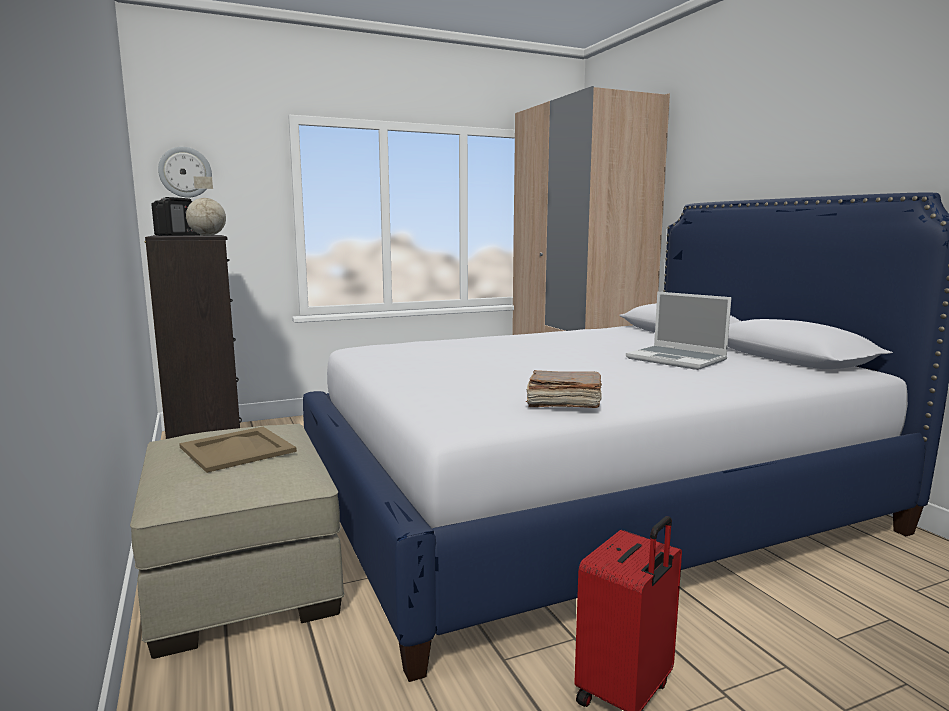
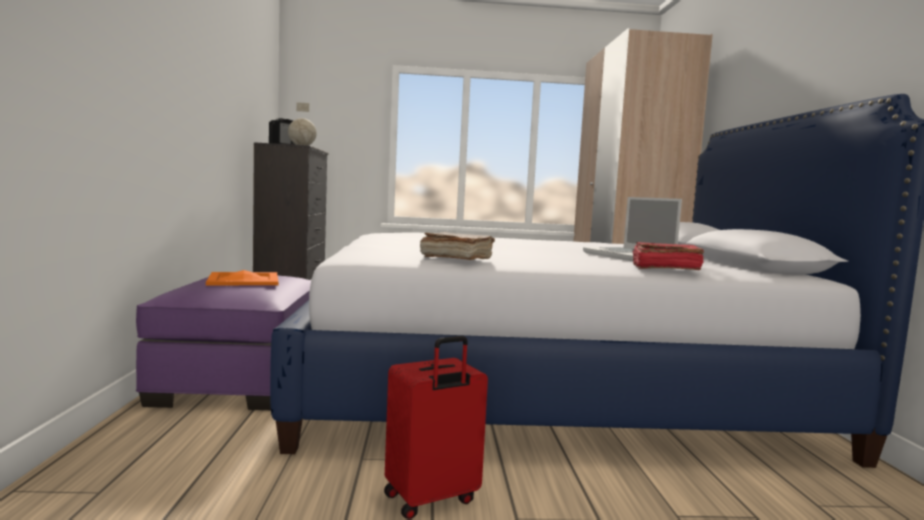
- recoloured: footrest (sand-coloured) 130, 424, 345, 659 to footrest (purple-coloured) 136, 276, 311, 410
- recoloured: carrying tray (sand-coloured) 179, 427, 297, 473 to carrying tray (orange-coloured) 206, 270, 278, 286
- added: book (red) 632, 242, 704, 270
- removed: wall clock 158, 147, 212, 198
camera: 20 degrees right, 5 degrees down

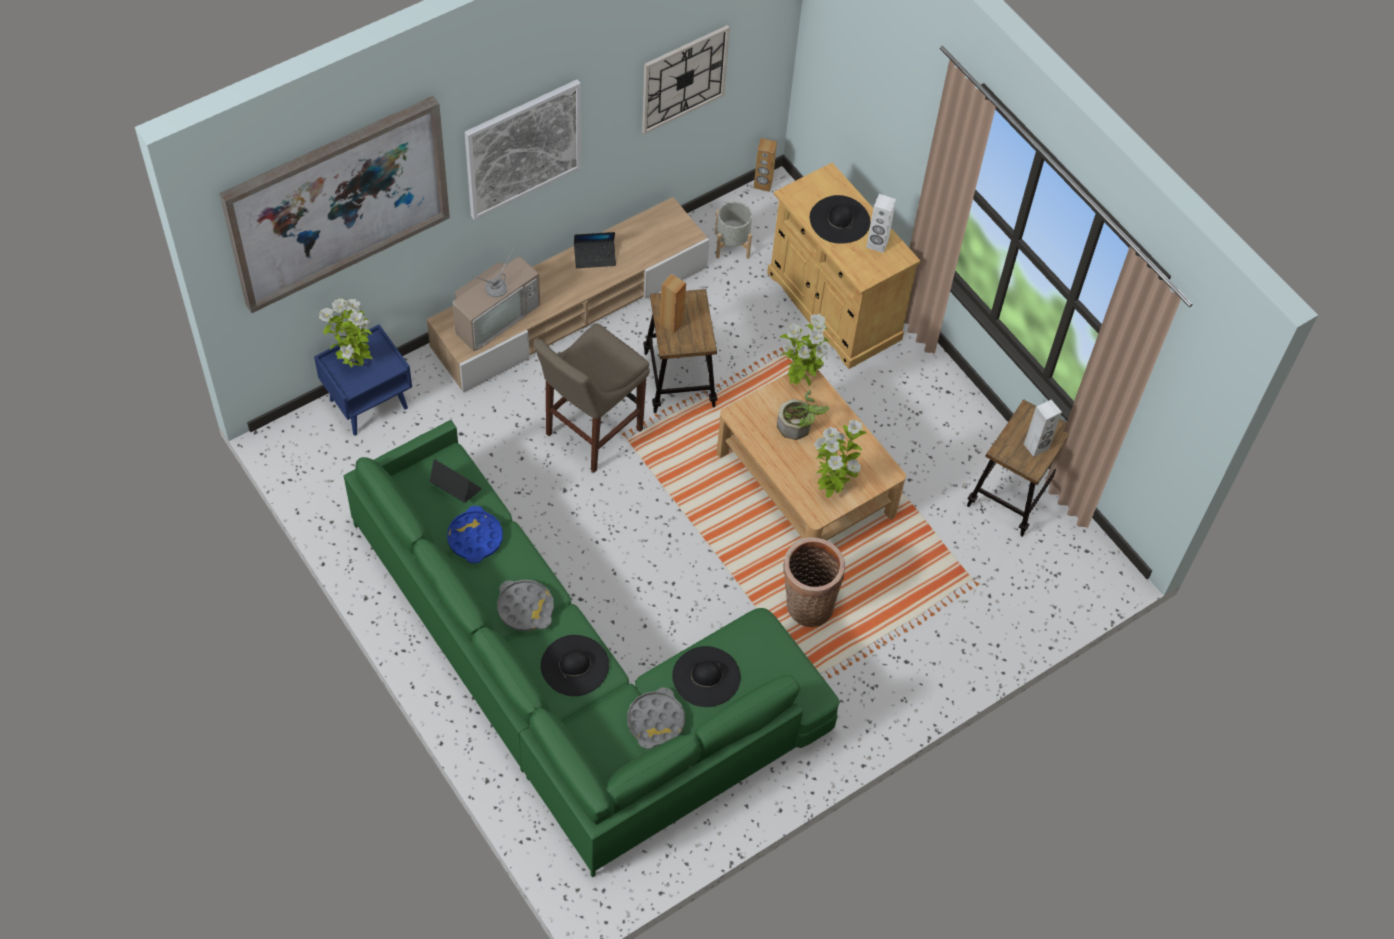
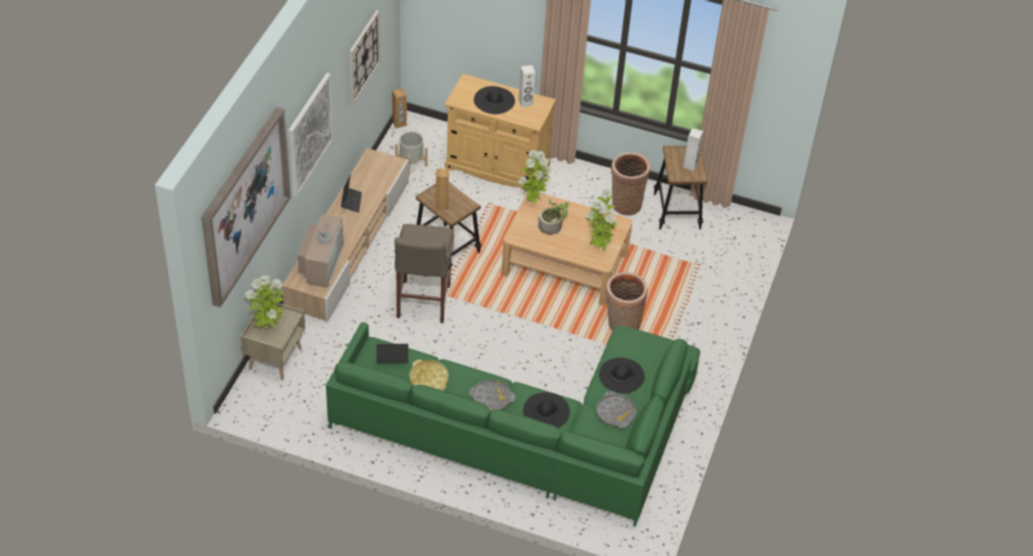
- recoloured: bedside table (blue-coloured) 314, 324, 412, 435 to bedside table (sand-coloured) 240, 300, 305, 380
- turned: portable computer 574, 232, 616, 268 = 341, 175, 362, 213 45 degrees counterclockwise
- recoloured: carrying tray (blue-coloured) 447, 506, 503, 563 to carrying tray (yellowish) 409, 360, 449, 390
- added: storage basket 611, 152, 650, 216
camera: 35 degrees left, 10 degrees down

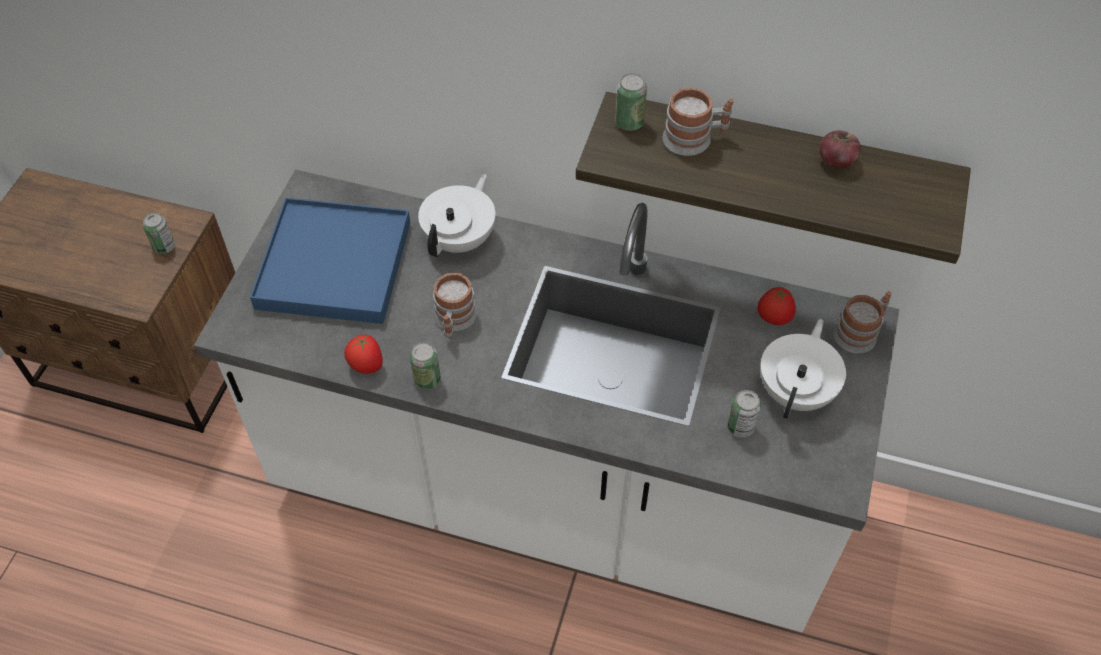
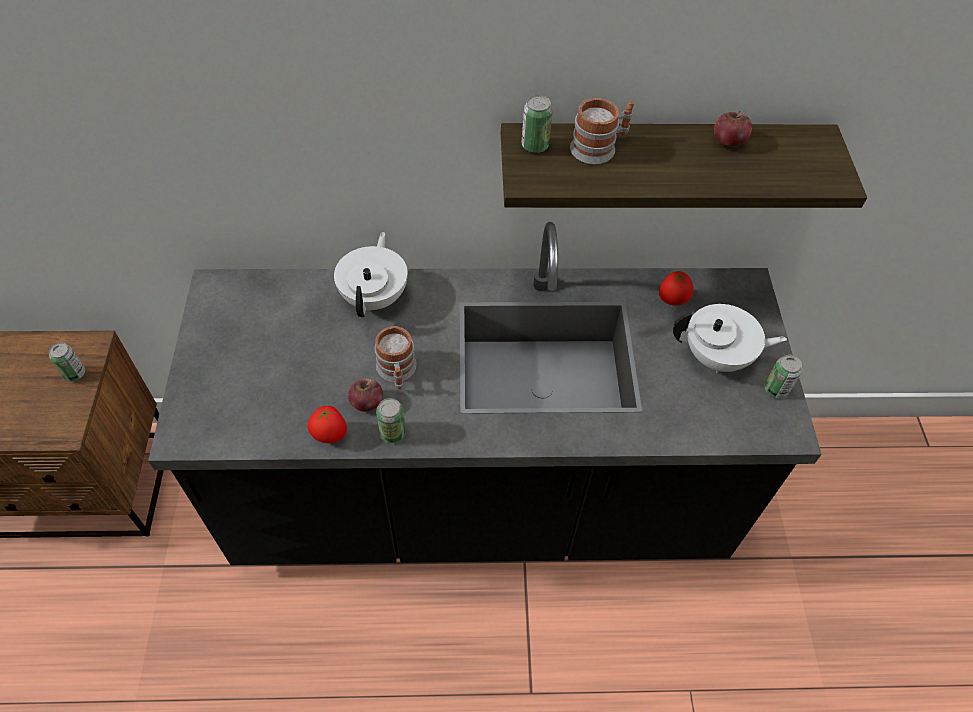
- recoloured: counter (white-coloured) 194, 169, 900, 632 to counter (black) 148, 222, 822, 565
- added: apple fruit 348, 378, 383, 412
- turned: teapot (white-coloured) 760, 319, 846, 419 = 673, 304, 787, 373 90 degrees clockwise
- moved: can 727, 390, 761, 438 to 764, 355, 802, 399
- removed: carrying tray (blue-coloured) 250, 197, 410, 324
- removed: mug 834, 291, 892, 353
camera: 20 degrees left, 0 degrees up

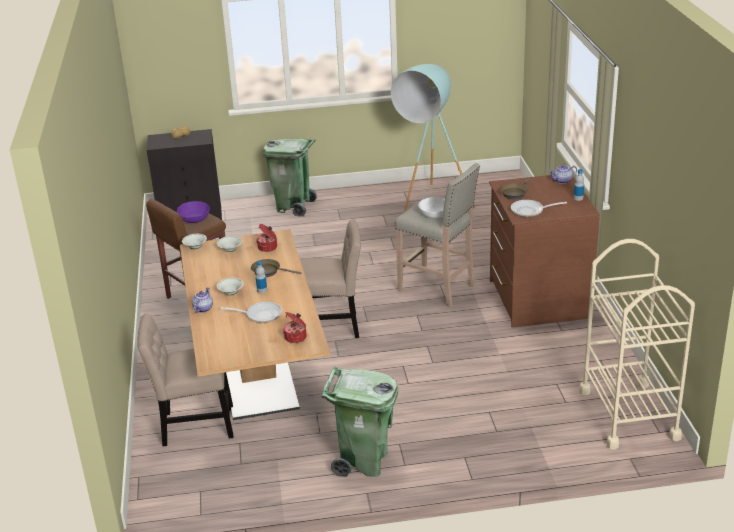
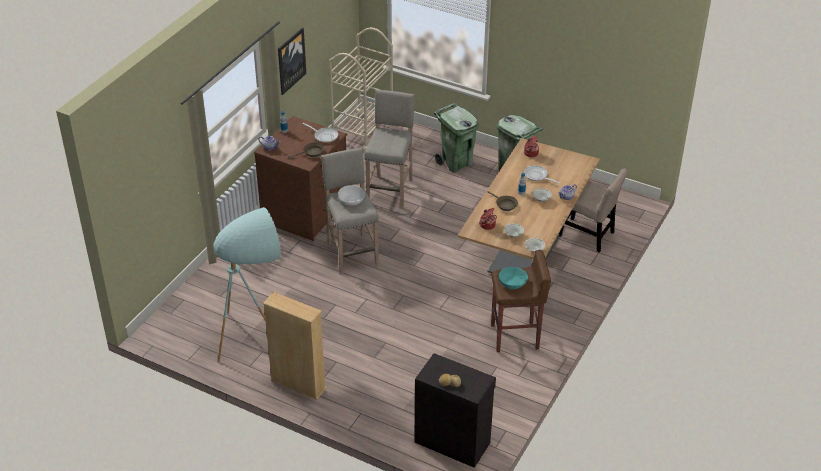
- added: shelving unit (sand-coloured) 263, 292, 327, 400
- added: picture 278, 28, 306, 95
- added: sitting stool (sand-coloured) 364, 89, 415, 208
- moved: rubbish bin (greenish) 263, 139, 317, 217 to 434, 103, 478, 173
- recoloured: bowl (purple-coloured) 177, 201, 210, 223 to bowl (turquoise-coloured) 499, 267, 528, 289
- removed: chair (sand-coloured) 300, 219, 361, 338
camera: 145 degrees left, 10 degrees up

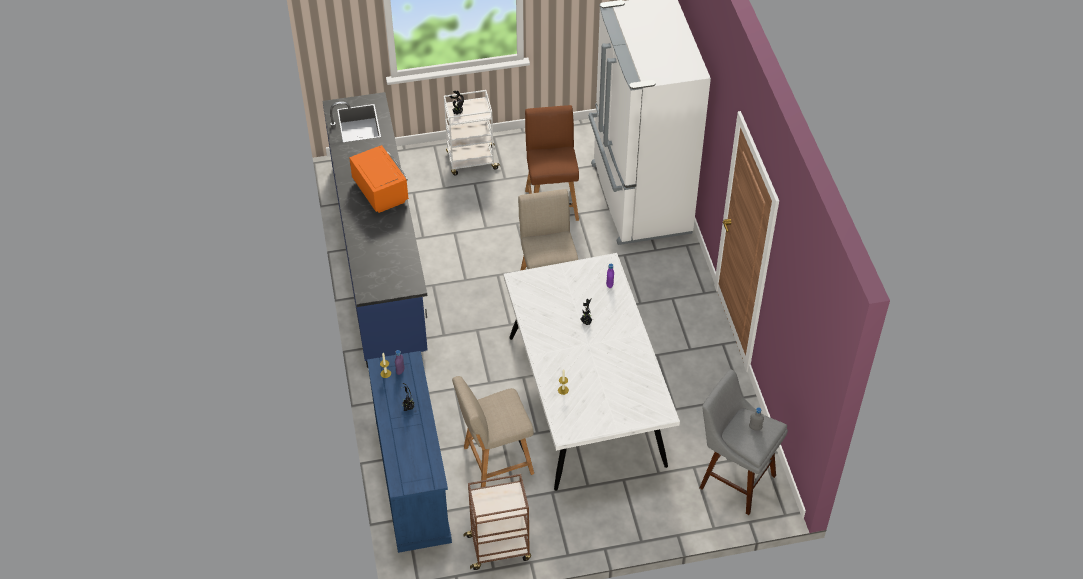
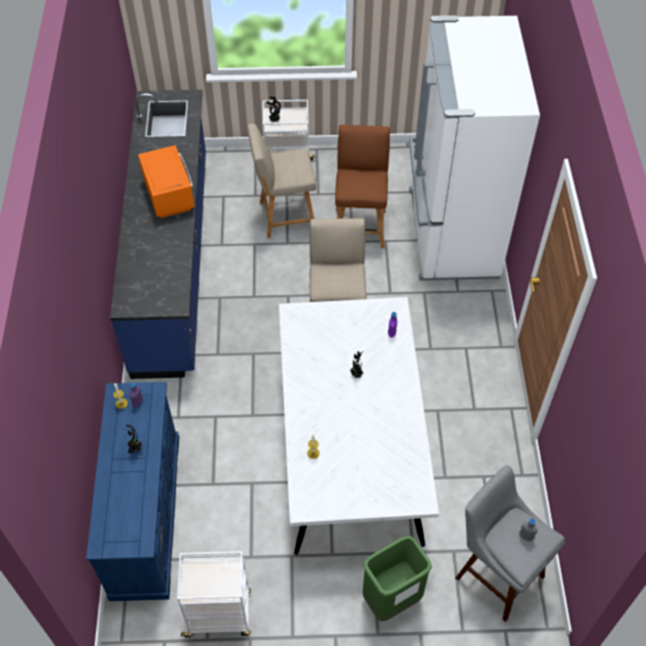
- recoloured: trolley (brown) 463, 474, 531, 570 to trolley (white-coloured) 177, 551, 251, 638
- moved: chair (sand-coloured) 452, 376, 534, 487 to 247, 124, 316, 238
- added: rubbish bin (greenish) 362, 536, 432, 621
camera: 10 degrees right, 5 degrees up

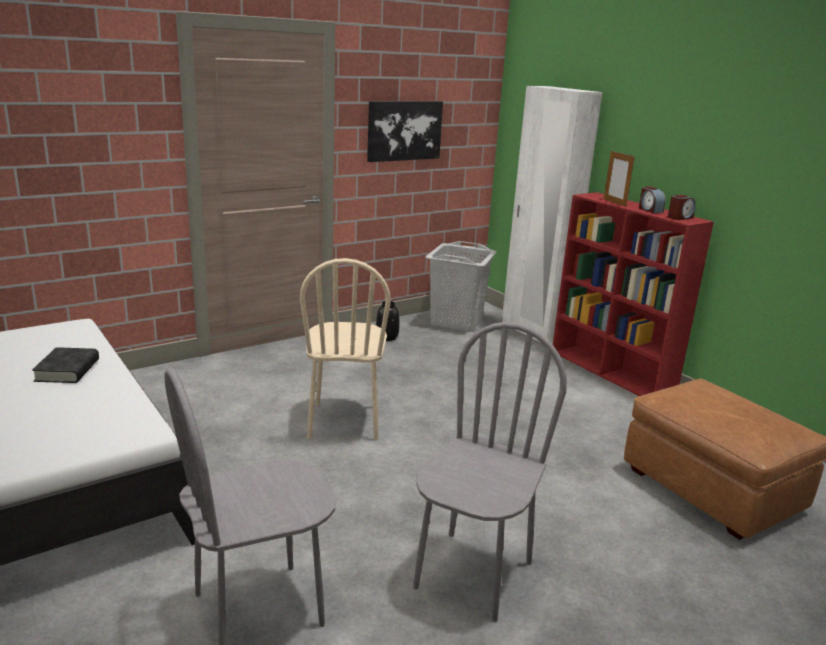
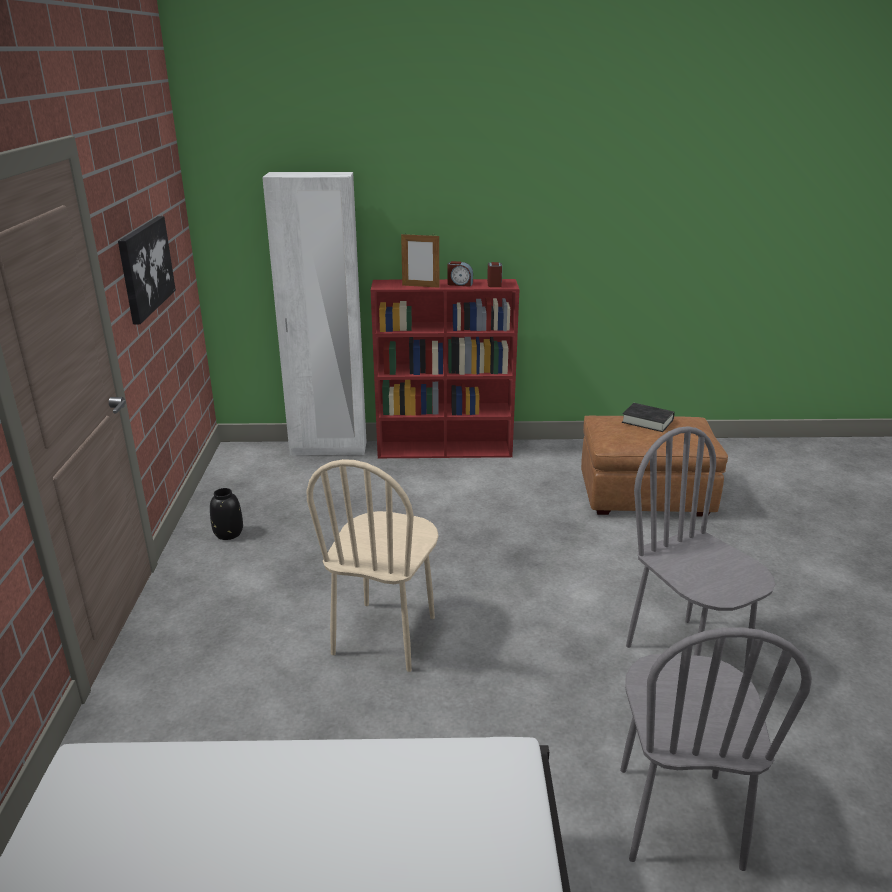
- turned: chair (sand-coloured) 300, 258, 391, 440 = 307, 459, 439, 672 75 degrees clockwise
- moved: book (black) 32, 347, 99, 383 to 622, 403, 675, 432
- removed: hamper (greyish) 426, 241, 497, 332
camera: 55 degrees left, 5 degrees up

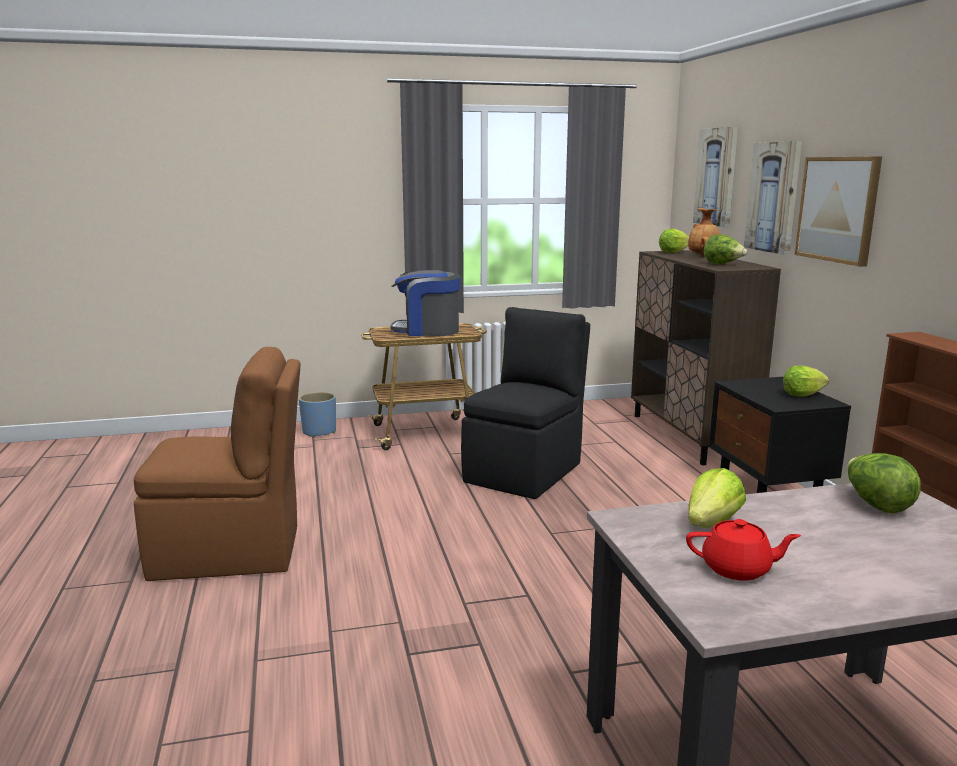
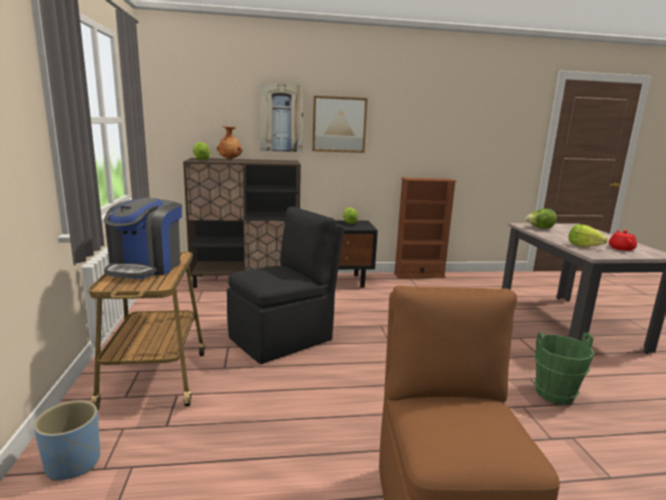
- turned: chair (black) 461, 307, 590, 499 = 227, 207, 345, 364 105 degrees clockwise
- added: water bucket (greenish) 534, 332, 595, 405
- removed: picture 693, 126, 738, 227
- removed: lettuce 704, 235, 747, 264
camera: 85 degrees left, 0 degrees up

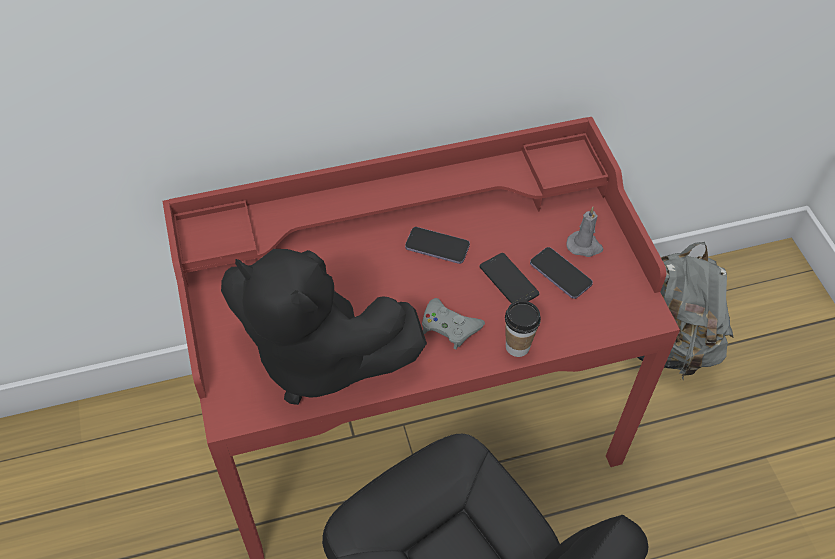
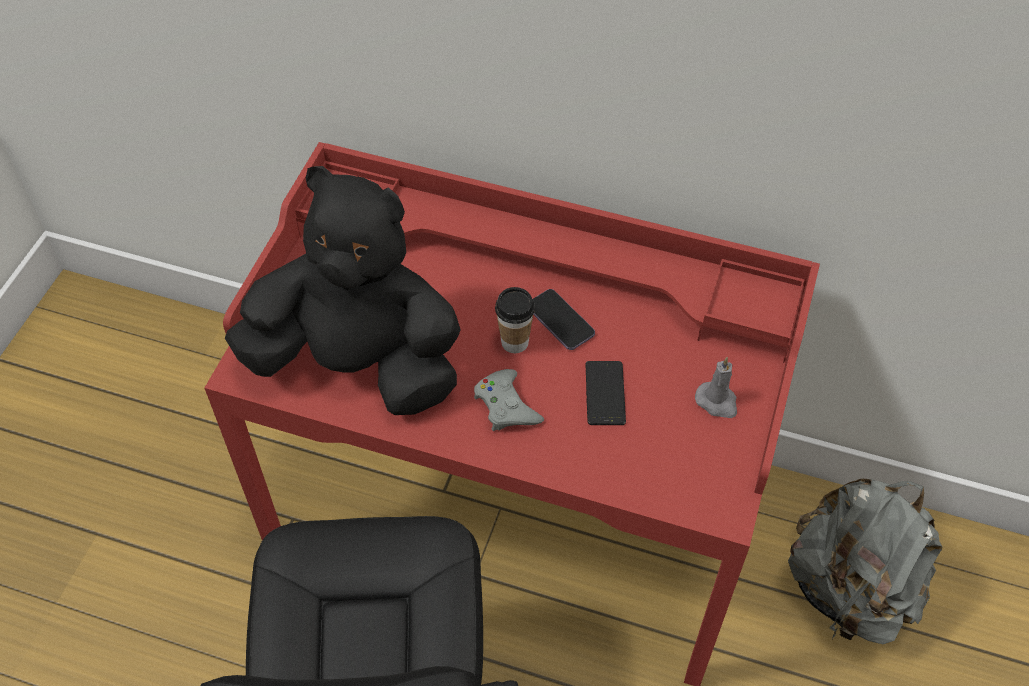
- turned: plush toy (black) 221, 249, 427, 405 = 225, 166, 461, 415 135 degrees clockwise
- moved: cup 505, 300, 541, 357 to 495, 287, 535, 353
- removed: phone 530, 247, 593, 299
camera: 35 degrees right, 0 degrees up

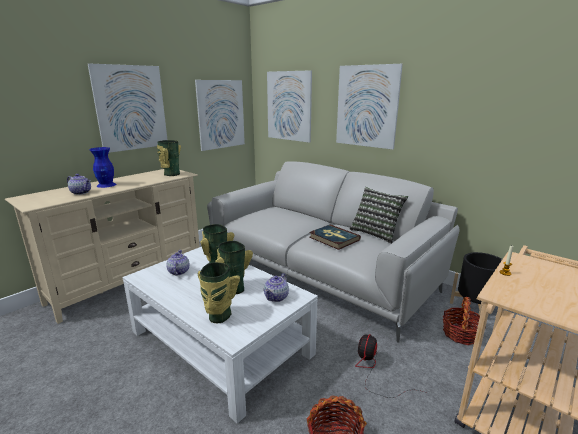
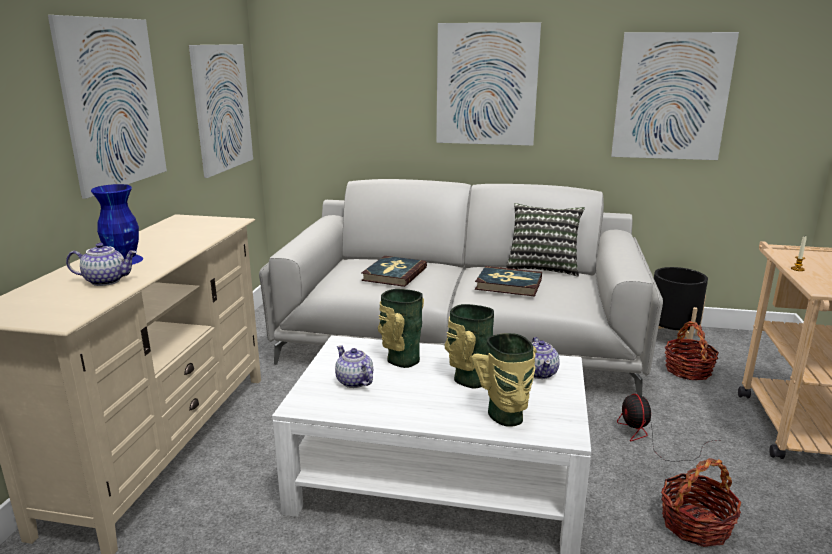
- added: book 361, 256, 427, 287
- moved: picture 267, 70, 312, 143 to 611, 32, 739, 160
- removed: decorative vase 157, 140, 181, 176
camera: 30 degrees left, 0 degrees up

